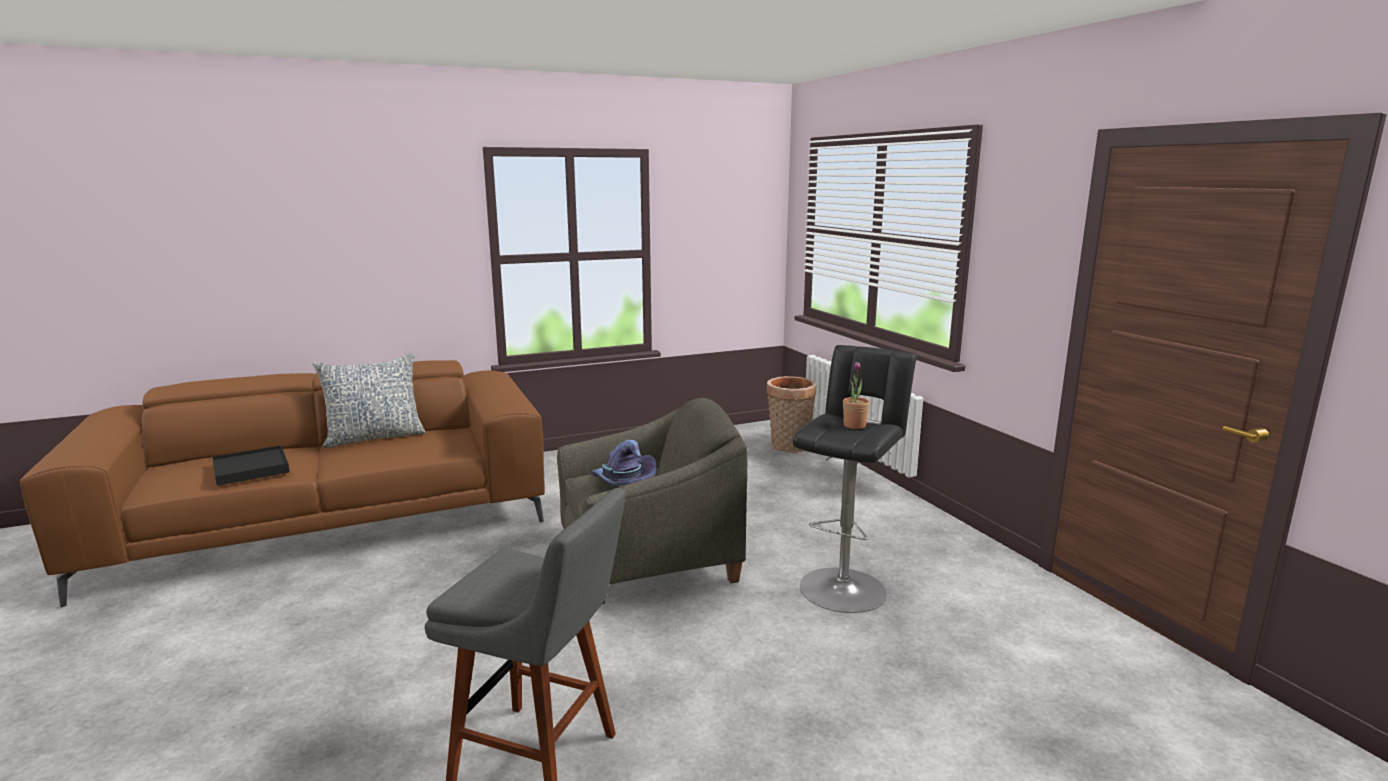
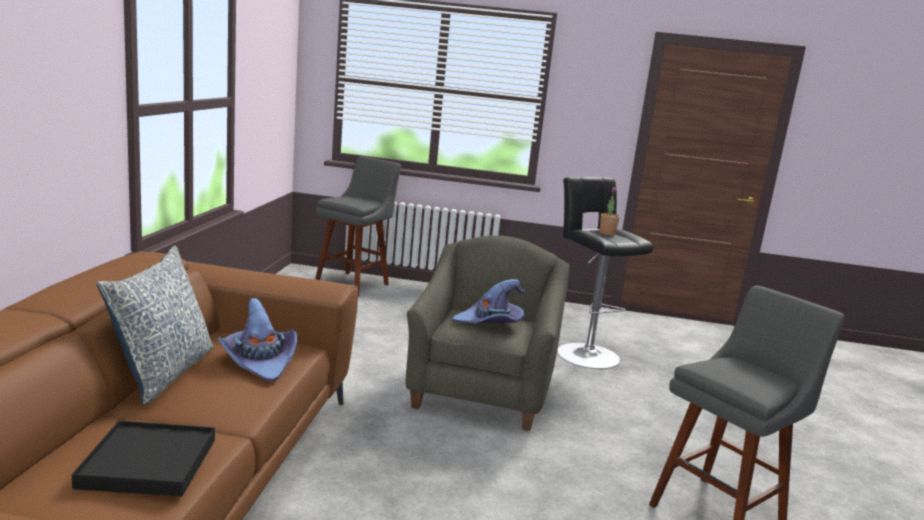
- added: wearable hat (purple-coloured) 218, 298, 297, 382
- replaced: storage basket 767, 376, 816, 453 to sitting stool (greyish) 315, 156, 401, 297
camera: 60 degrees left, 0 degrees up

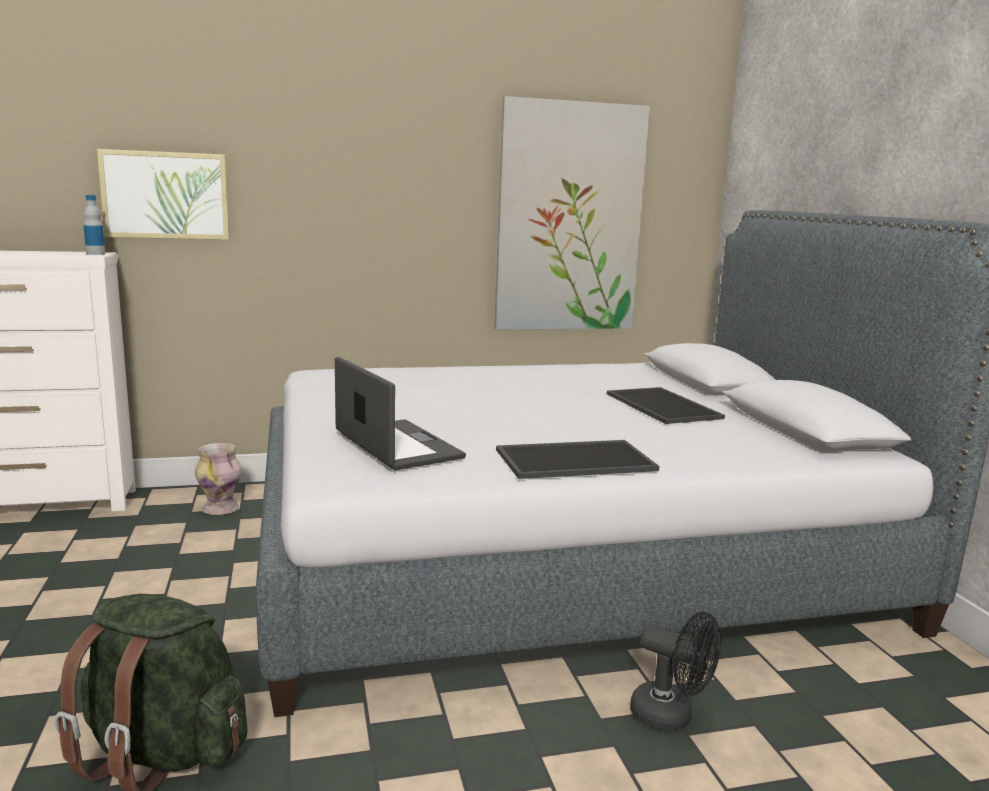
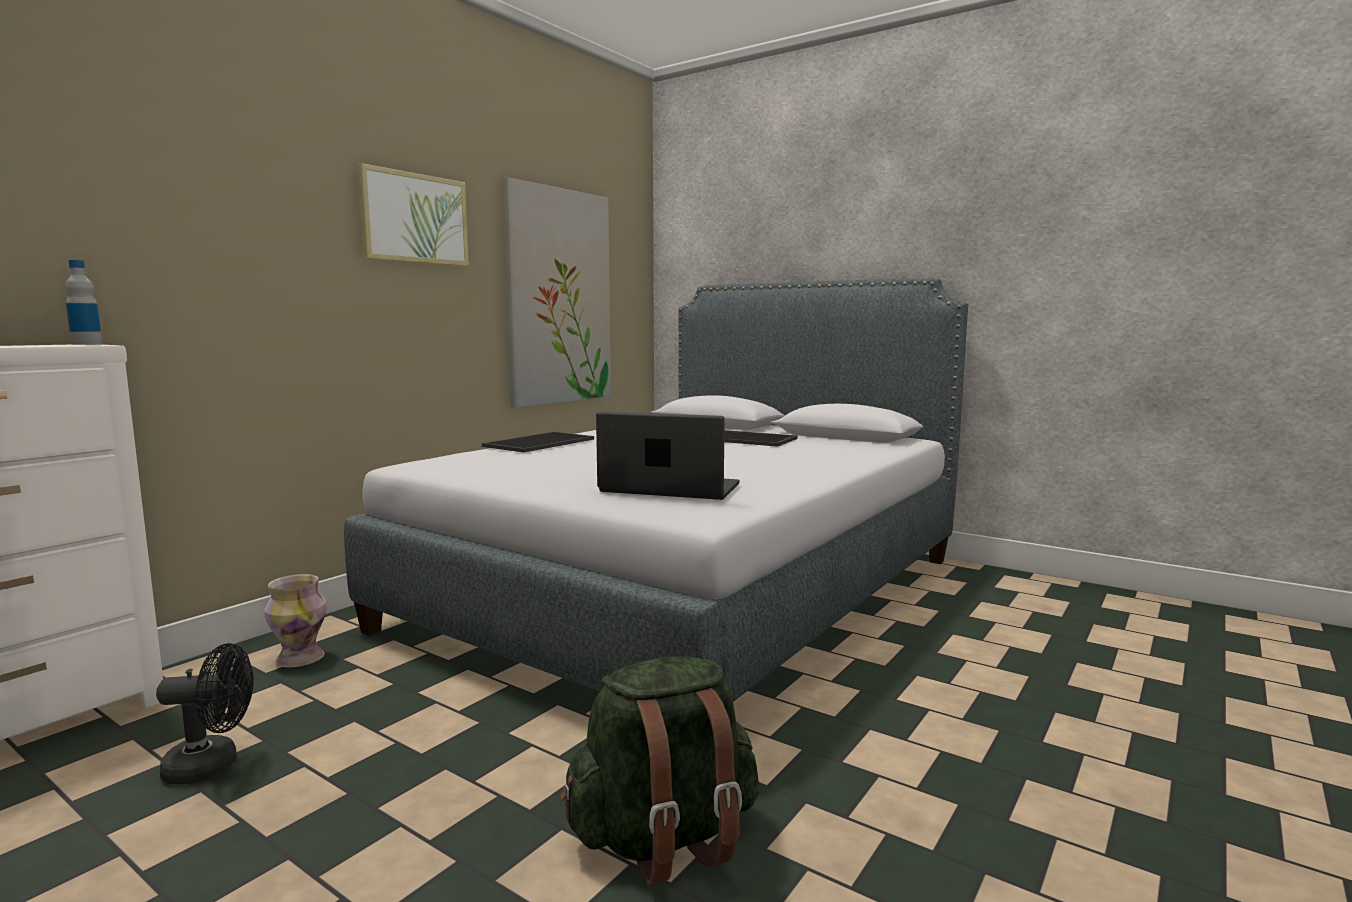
- moved: fan (black) 630, 612, 721, 731 to 156, 643, 254, 784
- moved: picture 97, 149, 229, 240 to 357, 163, 469, 266
- moved: carrying tray 496, 440, 660, 479 to 482, 432, 594, 453
camera: 40 degrees left, 5 degrees down

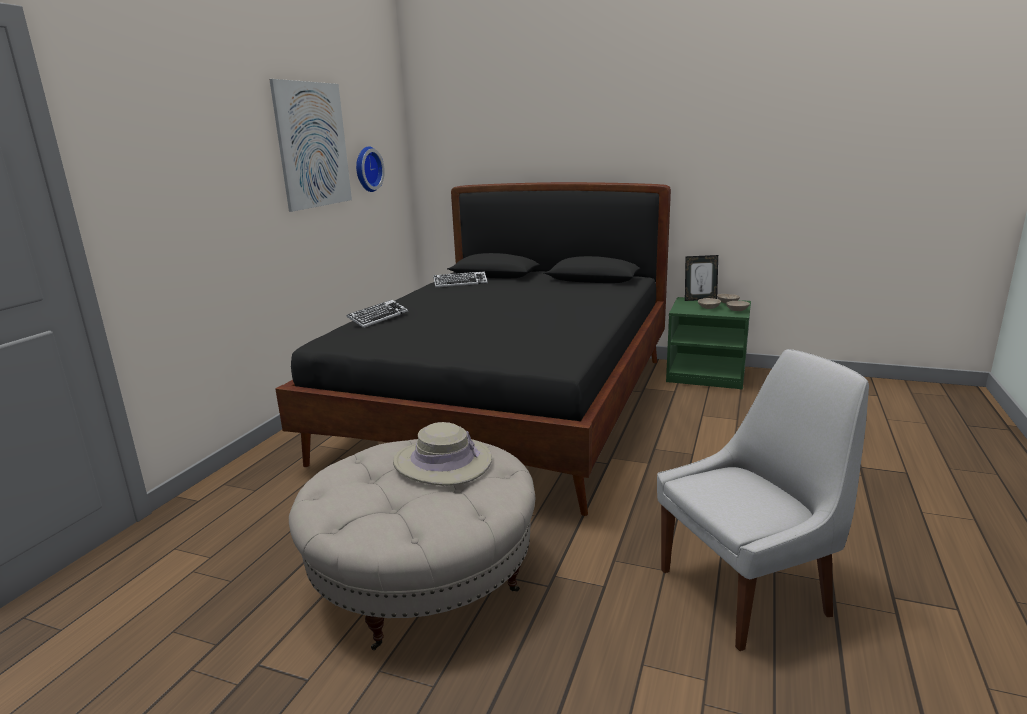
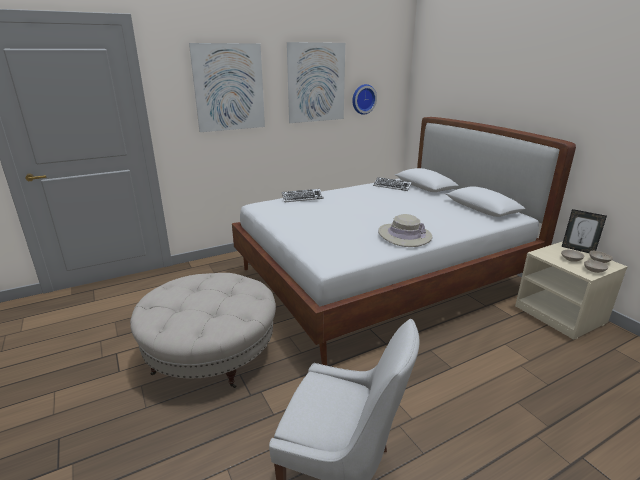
- added: picture 189, 43, 265, 132
- recoloured: sleeping bed (black) 275, 182, 671, 516 to sleeping bed (white-coloured) 232, 117, 576, 366
- moved: wearable hat (sand-coloured) 393, 422, 492, 486 to 378, 214, 432, 247
- recoloured: bedside table (greenish) 666, 297, 751, 390 to bedside table (sand-coloured) 515, 241, 628, 340
camera: 40 degrees right, 5 degrees up

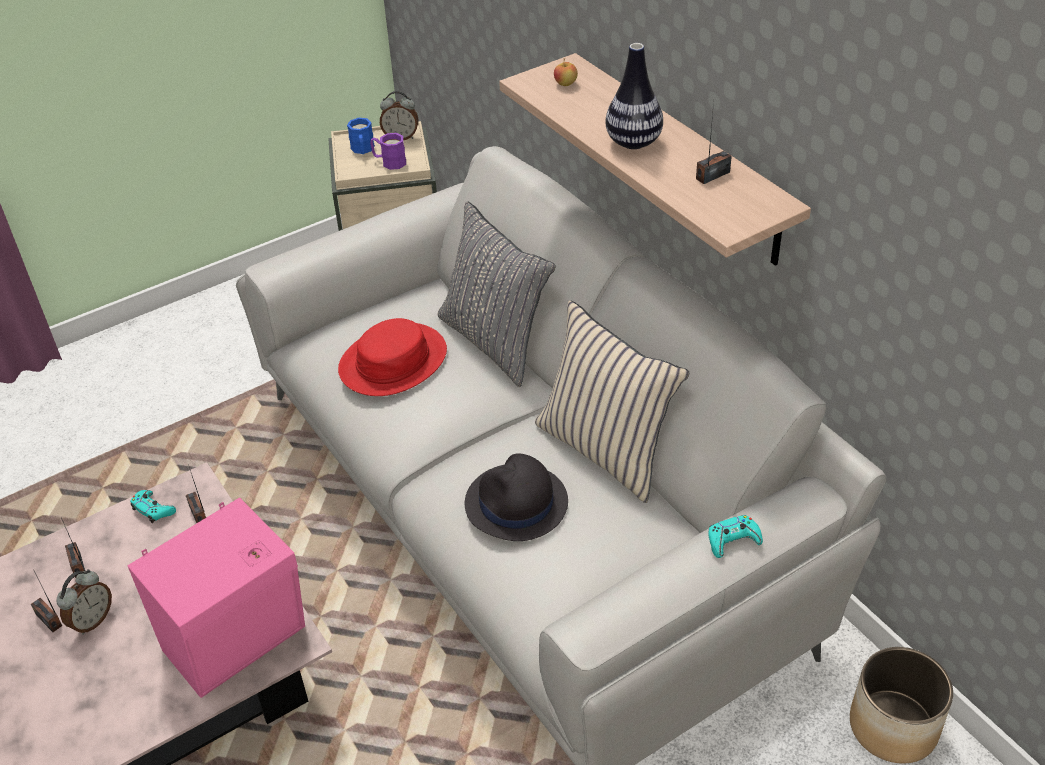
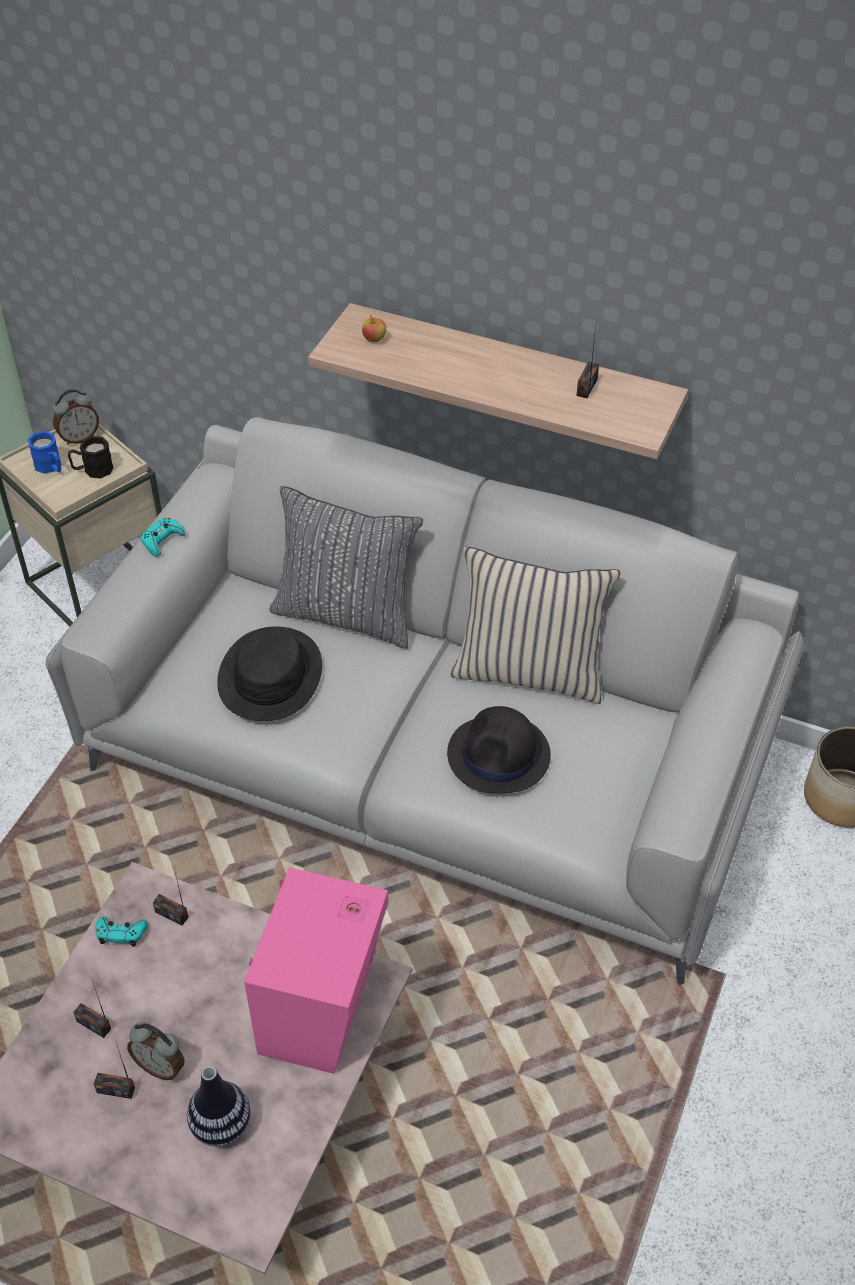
- recoloured: mug (purple-coloured) 370, 133, 406, 170 to mug (black) 68, 436, 113, 478
- turned: bedside clock 56, 569, 112, 635 = 127, 1022, 185, 1080 120 degrees clockwise
- moved: game controller (turquoise-coloured) 708, 515, 763, 558 to 141, 518, 185, 557
- moved: decorative vase 606, 43, 663, 149 to 187, 1066, 250, 1147
- recoloured: wearable hat (red) 338, 318, 447, 396 to wearable hat (black) 217, 627, 322, 721
camera: 35 degrees left, 5 degrees up

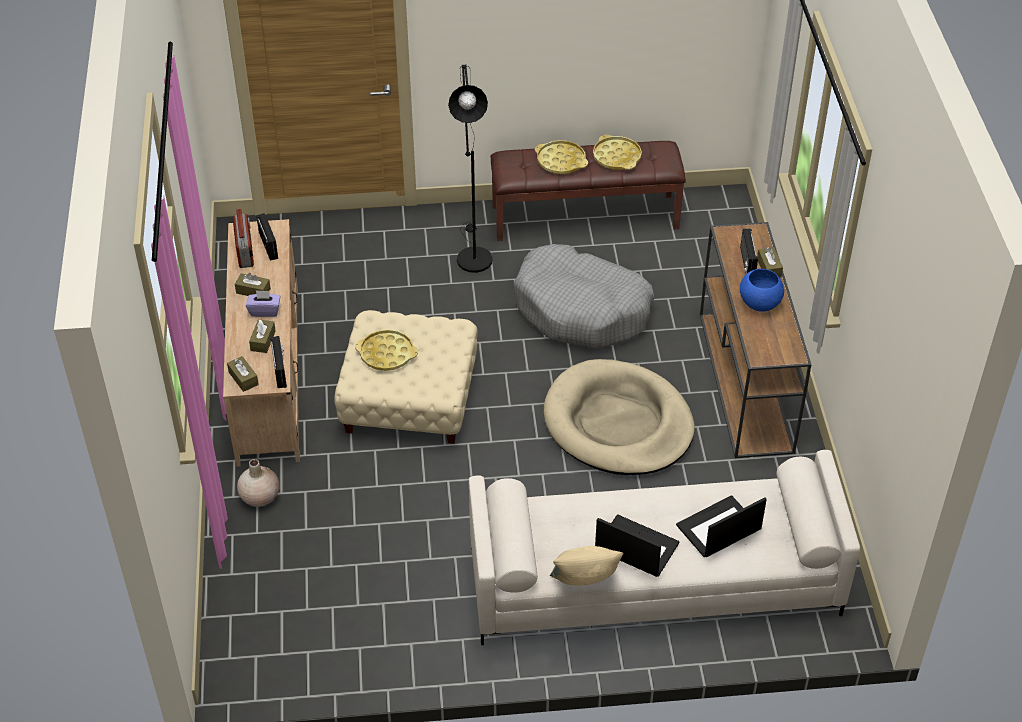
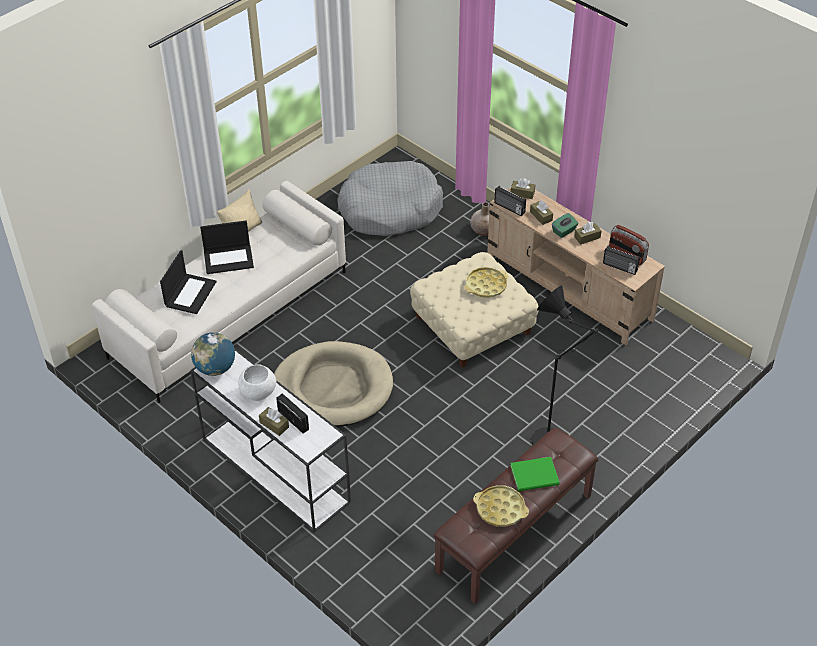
- recoloured: hall table (brown) 700, 222, 811, 458 to hall table (white-coloured) 190, 348, 351, 533
- added: desk globe 191, 332, 235, 376
- recoloured: bowl (blue-coloured) 740, 269, 784, 312 to bowl (white-coloured) 238, 364, 276, 401
- moved: dog bed (greyish) 514, 244, 654, 349 to 338, 161, 443, 236
- replaced: carrying tray (yellowish) 535, 140, 588, 174 to book (greenish) 510, 457, 560, 491
- recoloured: box of tissues (purple-coloured) 246, 290, 281, 317 to box of tissues (greenish) 552, 213, 579, 238
camera: 140 degrees right, 0 degrees up

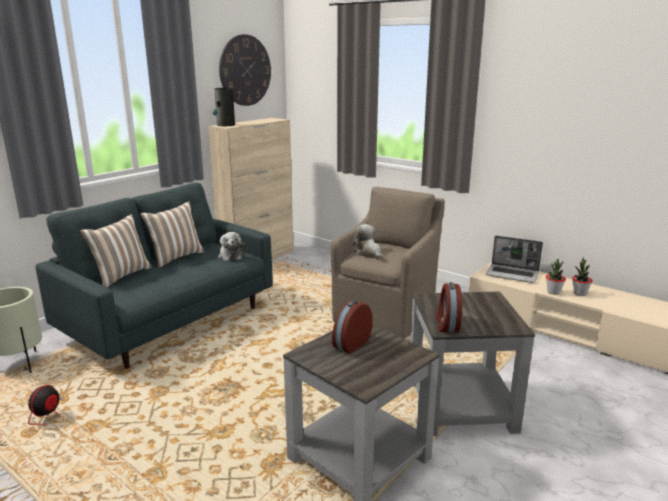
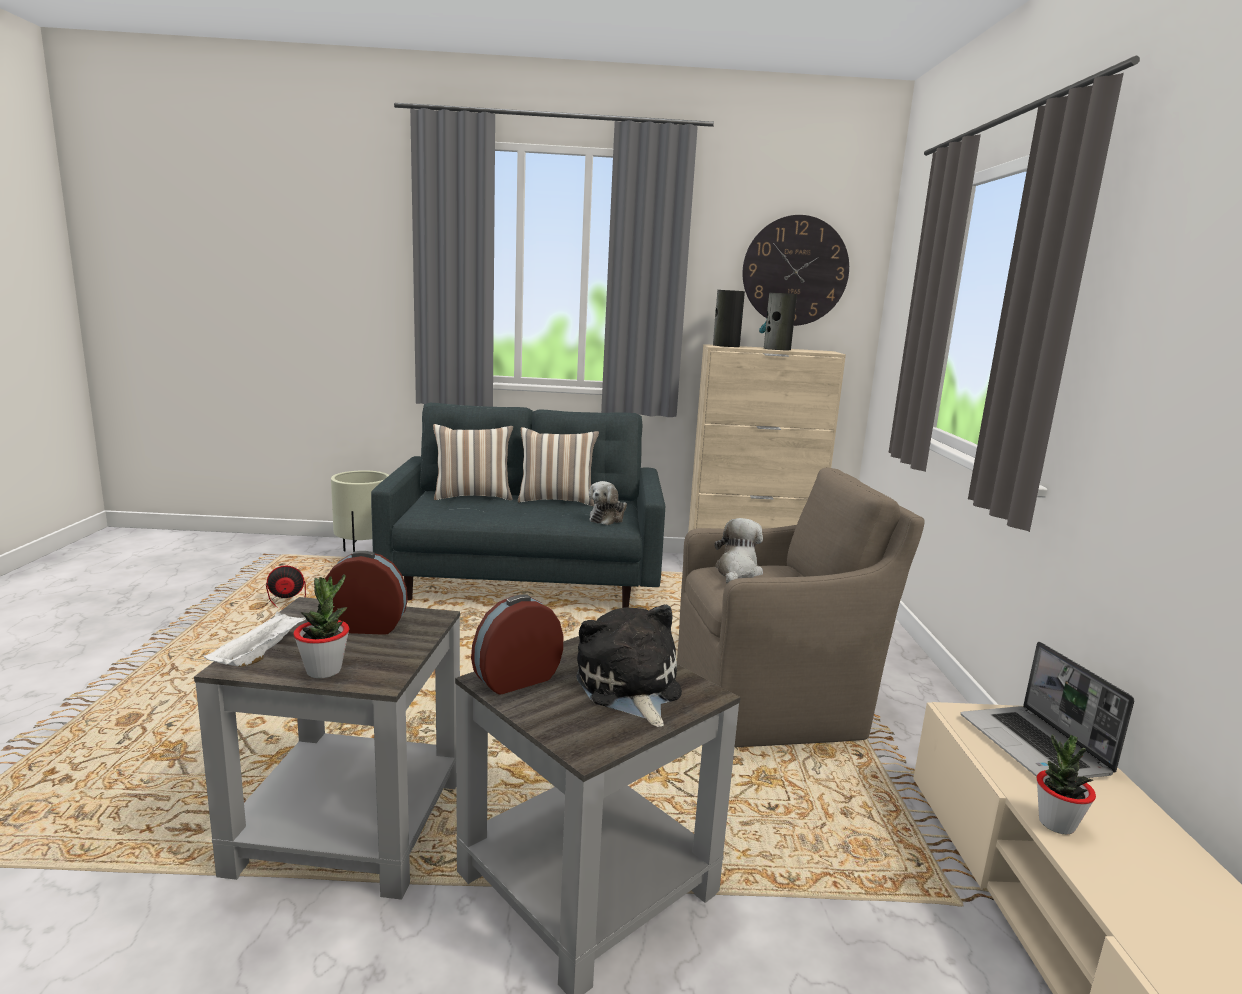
- added: carrying tray (white-coloured) 204, 611, 306, 667
- moved: potted plant 572, 257, 593, 296 to 293, 574, 349, 678
- added: plush toy 576, 604, 682, 727
- added: decorative vase 759, 293, 797, 350
camera: 50 degrees right, 5 degrees down

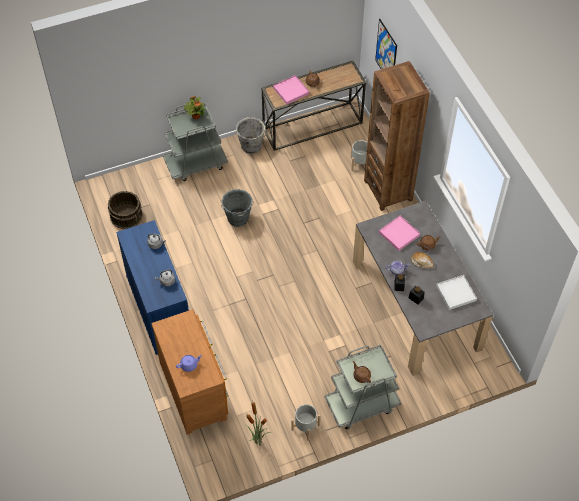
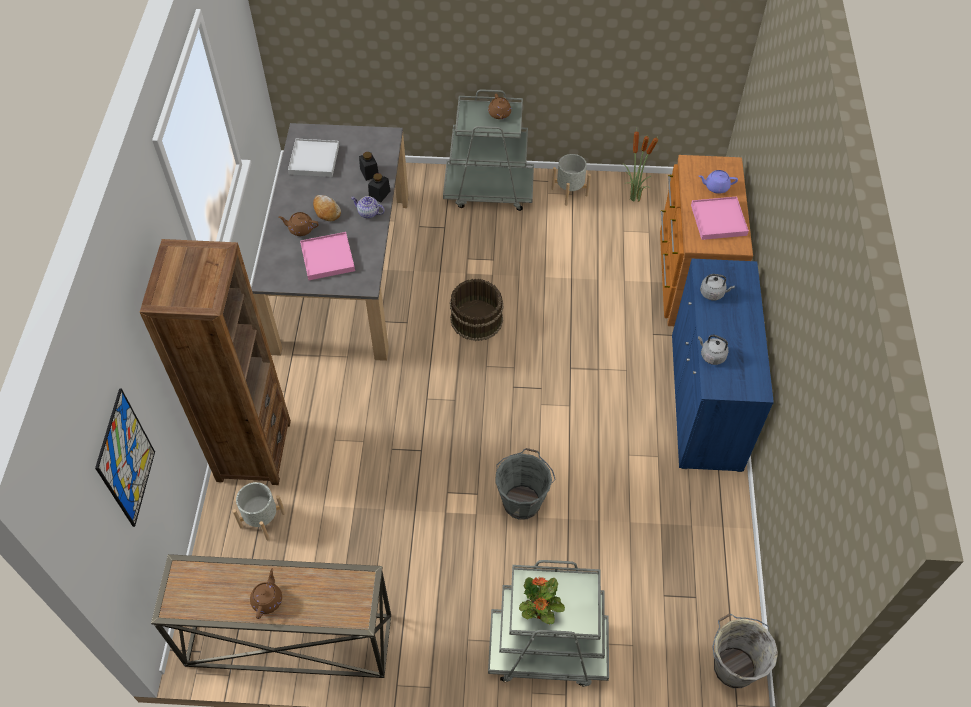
- moved: water bucket (brown) 108, 191, 143, 229 to 450, 279, 504, 341
- moved: carrying tray (pinkish) 273, 75, 309, 104 to 691, 197, 749, 240
- moved: water bucket (greyish) 236, 117, 267, 154 to 712, 614, 778, 688
camera: 155 degrees left, 0 degrees up

